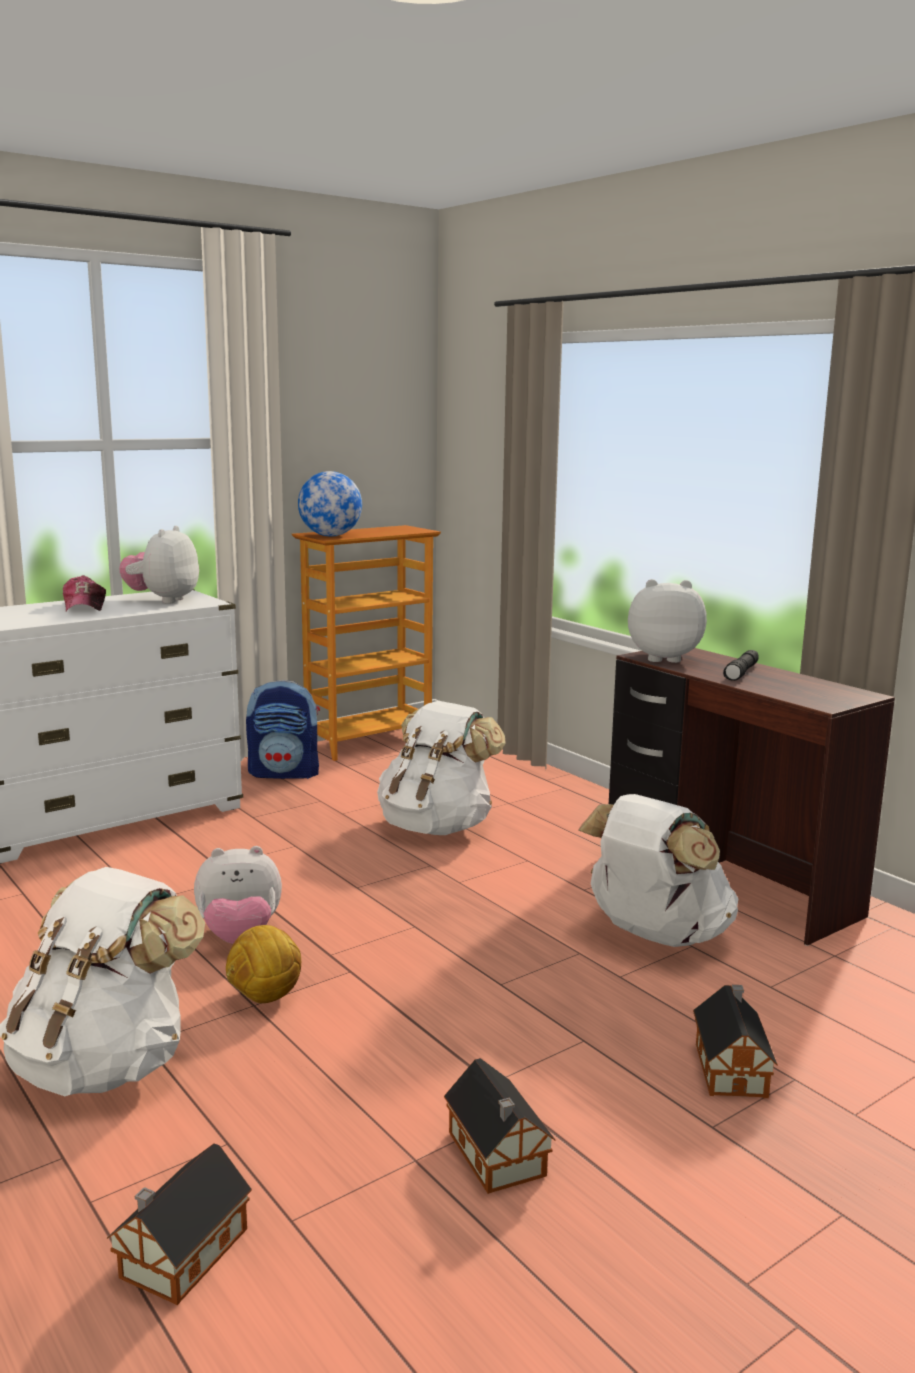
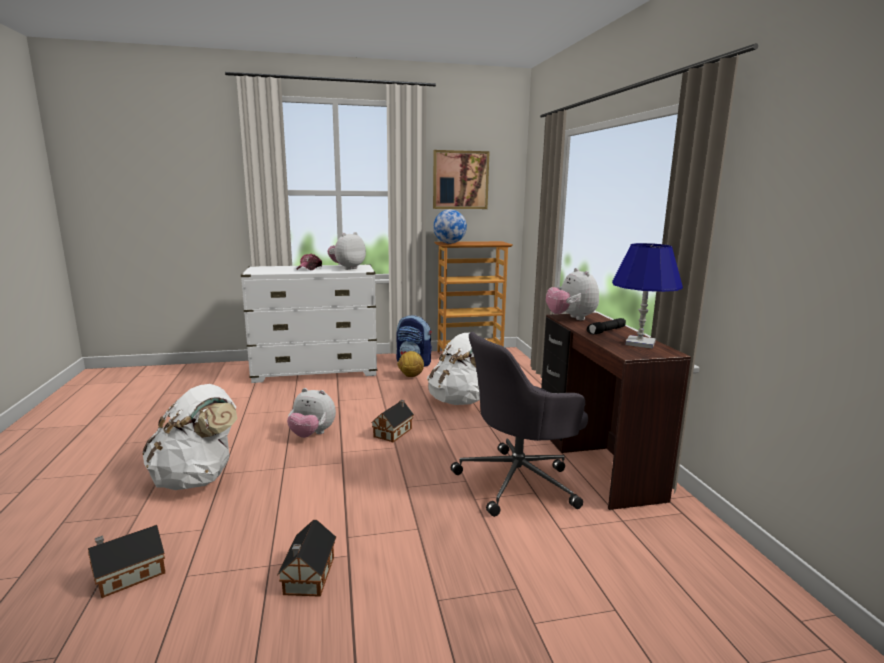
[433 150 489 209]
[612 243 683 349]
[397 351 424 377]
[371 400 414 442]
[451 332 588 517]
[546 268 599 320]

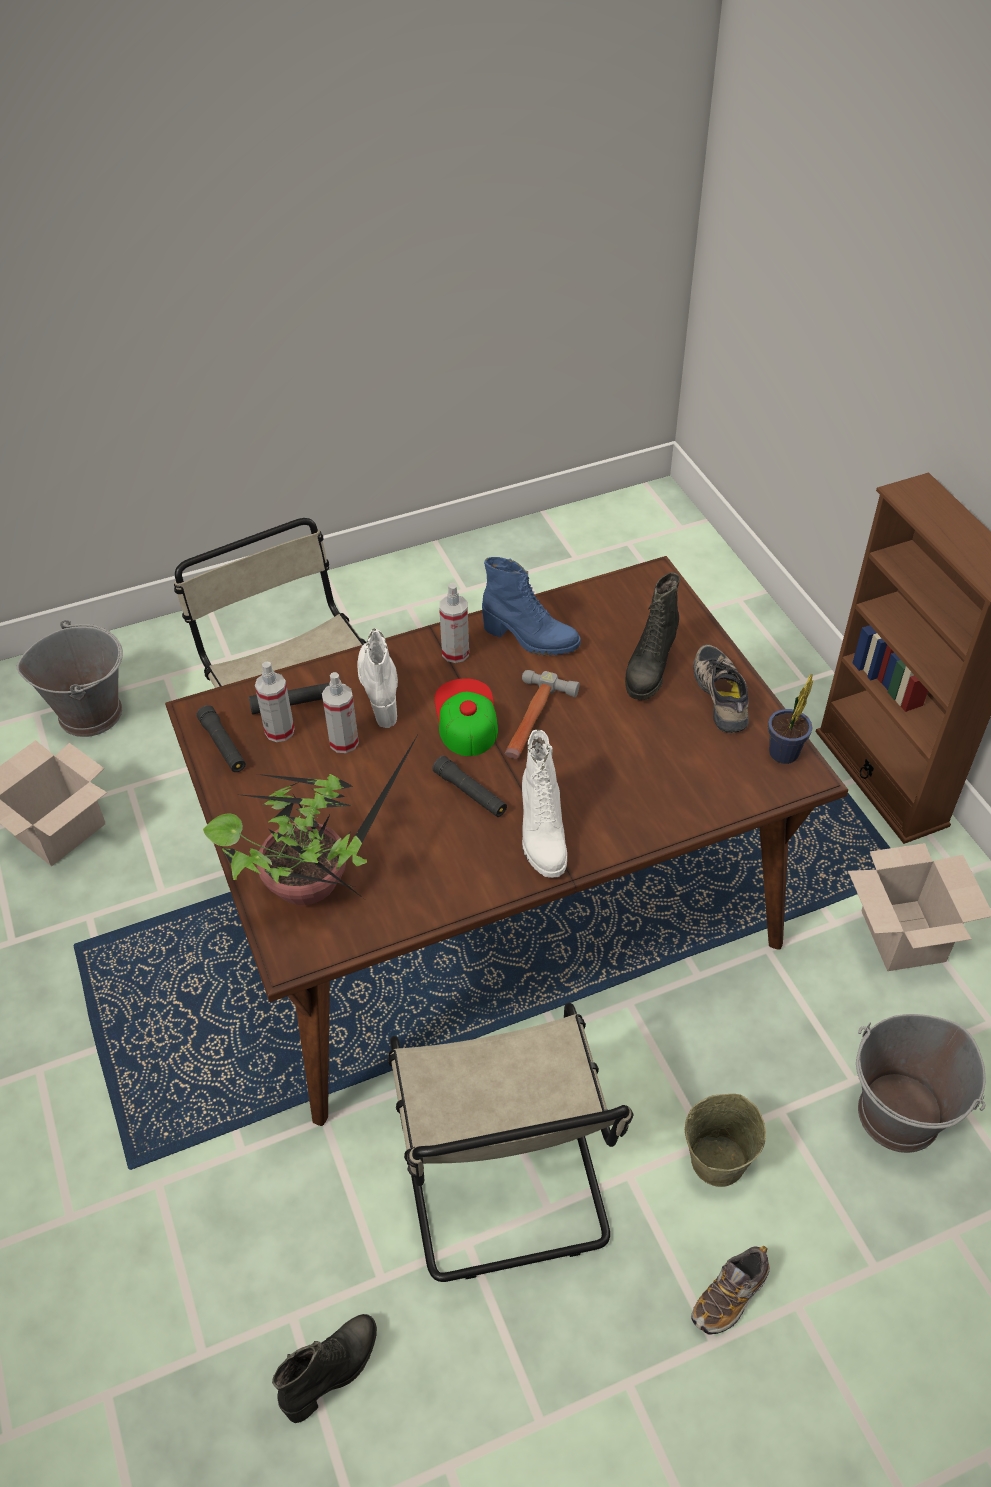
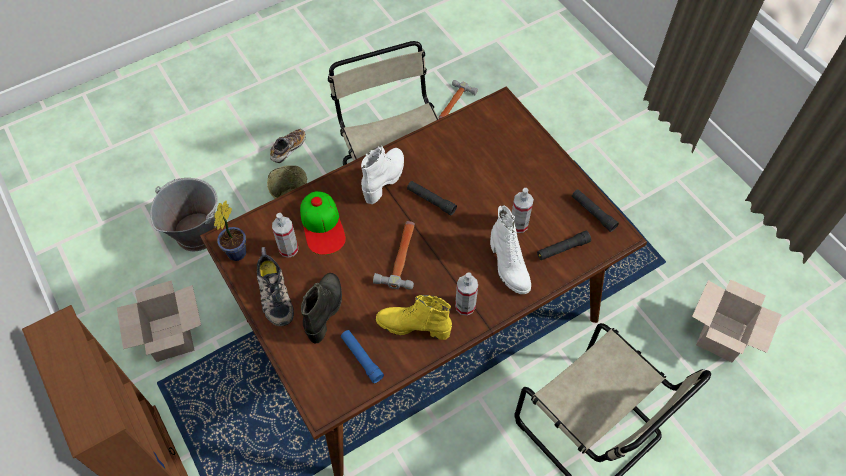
[17 620 123 737] (first image)
[203 733 419 905] (first image)
[341 330 384 383]
[272 213 298 258]
[300 191 346 255]
[438 80 478 119]
[376 295 452 340]
[361 146 404 204]

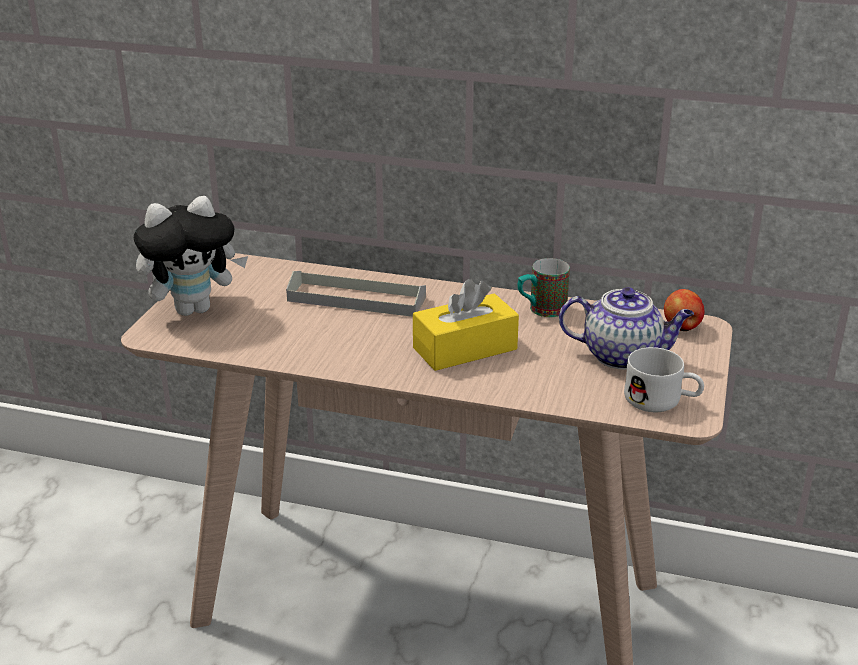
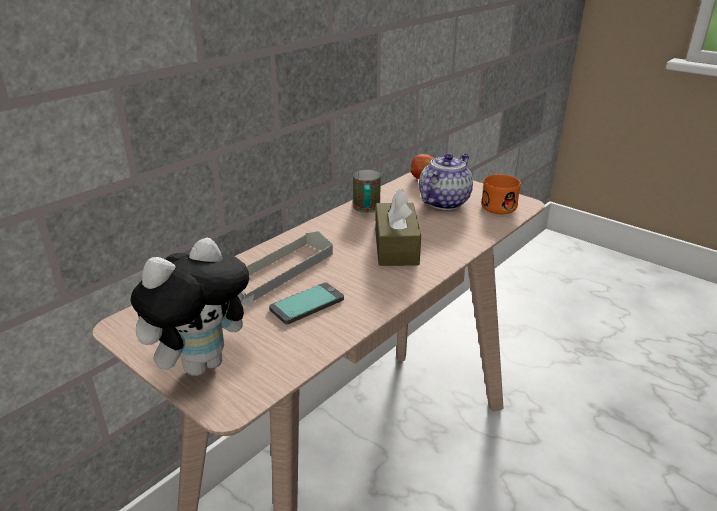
[269 282 344 324]
[375 189 421 266]
[481 174 521 214]
[130 238 254 376]

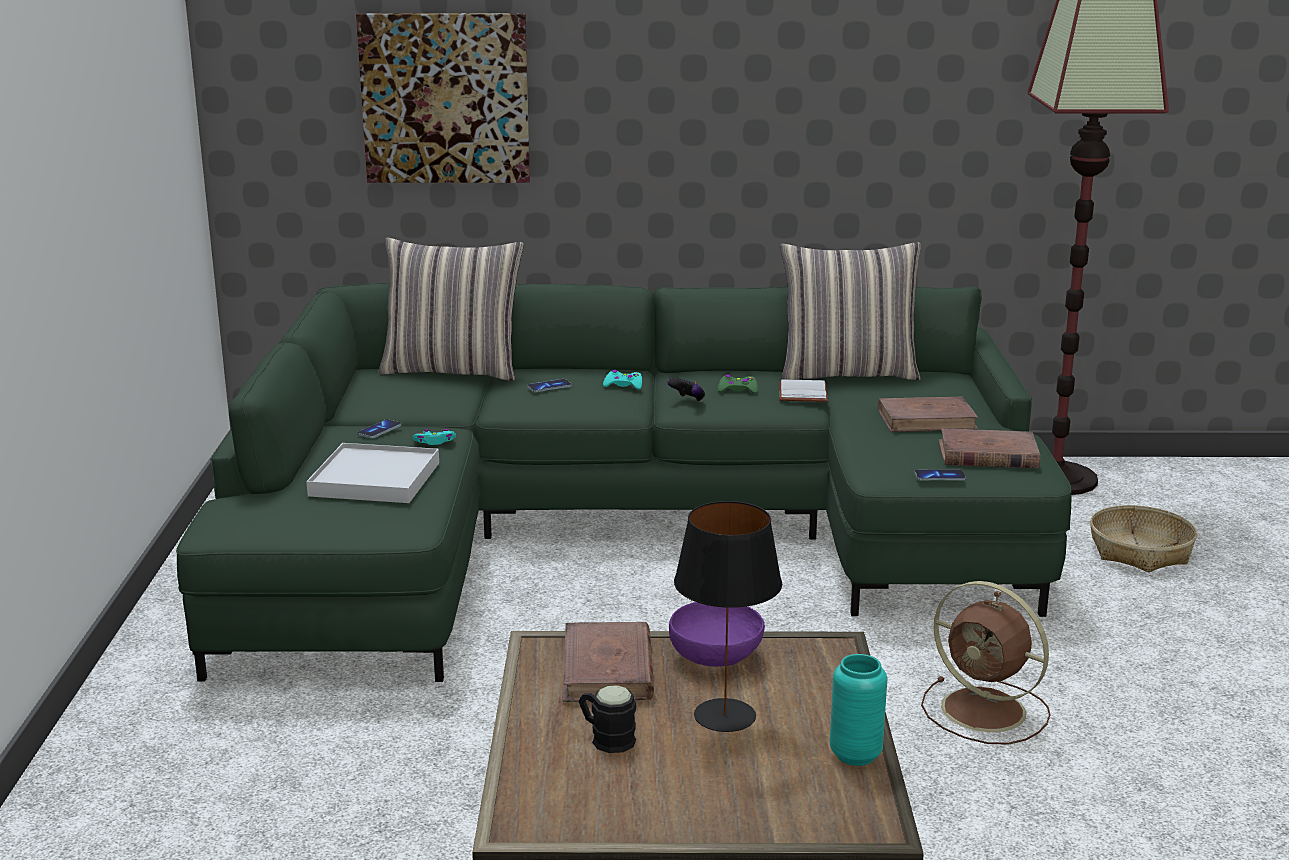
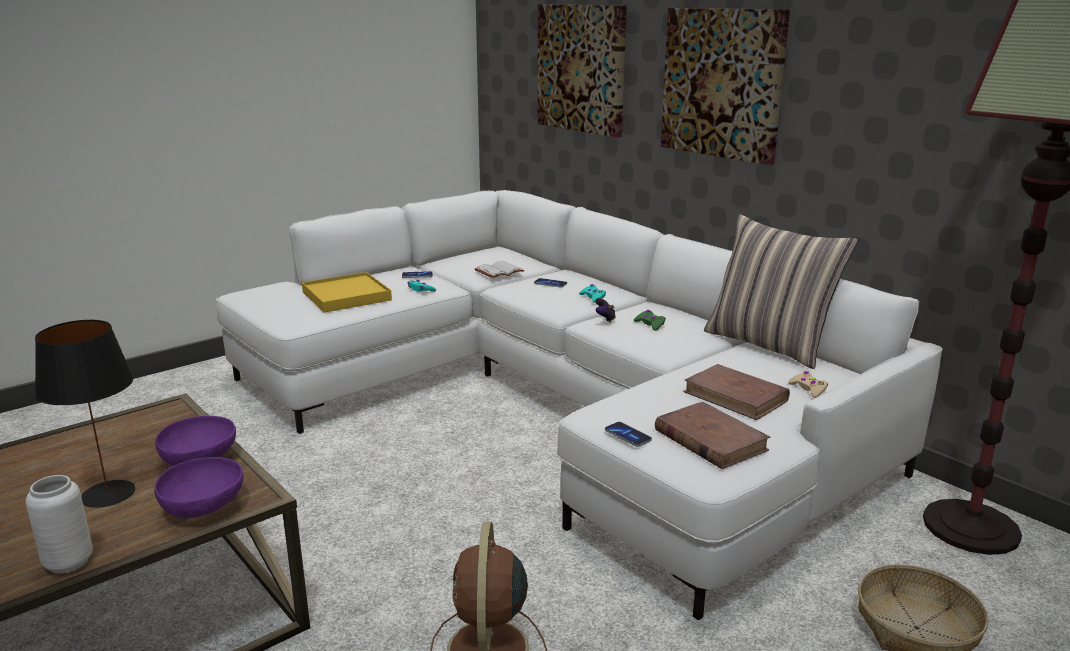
[379 238 524 381] (first image)
[562 622 654 702] (first image)
[578 685 636 753] (first image)
[154 457 243 518]
[661 8 790 165]
[788 371 828 398]
[475 261 524 278]
[216 190 943 620]
[302 272 392 313]
[26 475 93 574]

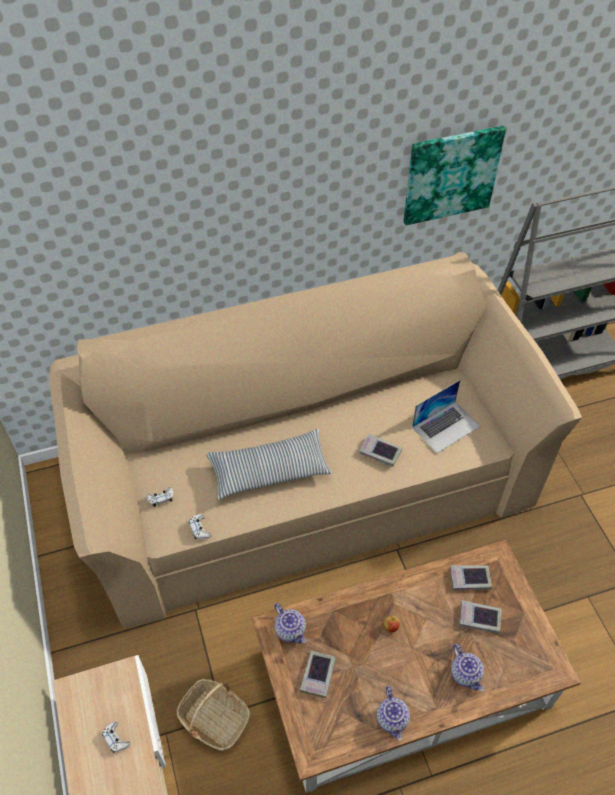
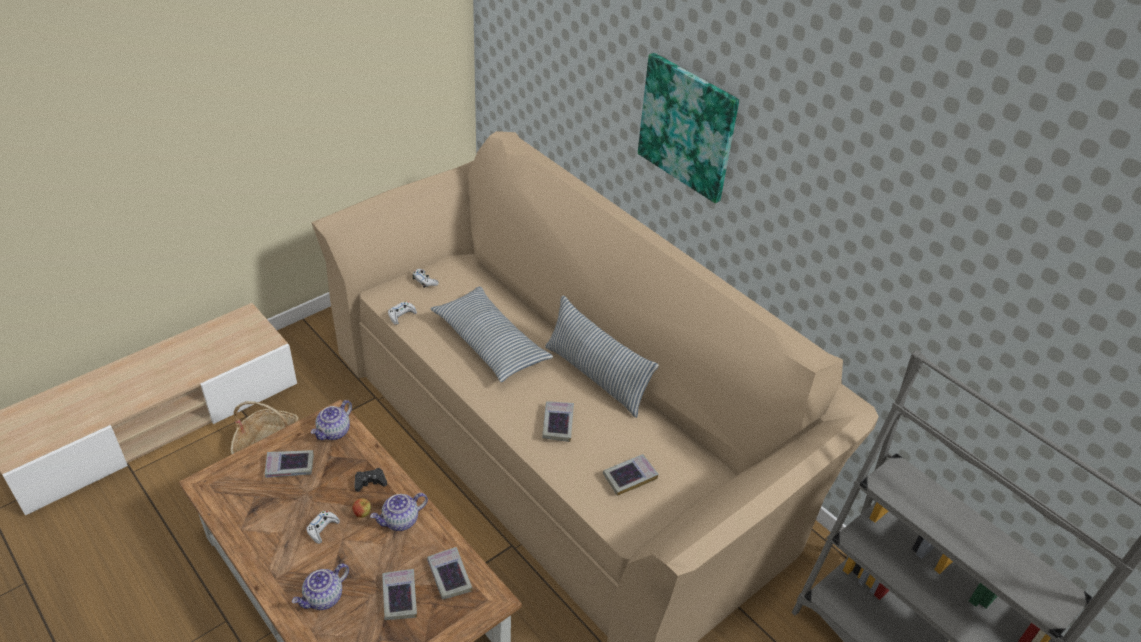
[354 468 387 492]
[545 295 659 418]
[306 511 340 544]
[370 493 428 531]
[638 53 739 203]
[603 454 659 496]

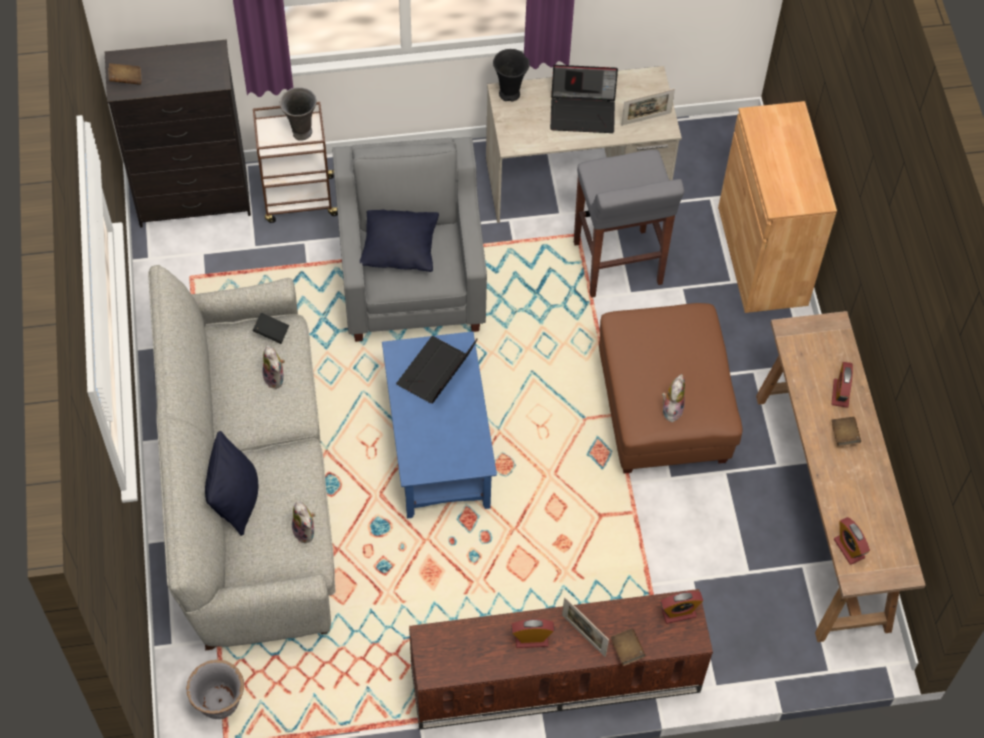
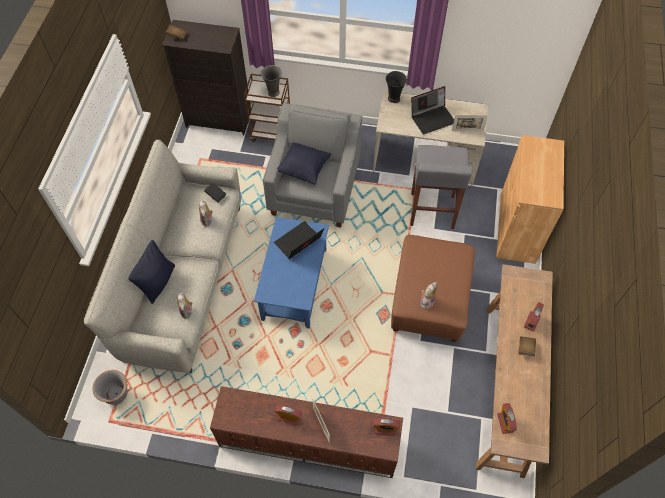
[610 629 646 666] (first image)
[411 86 454 135]

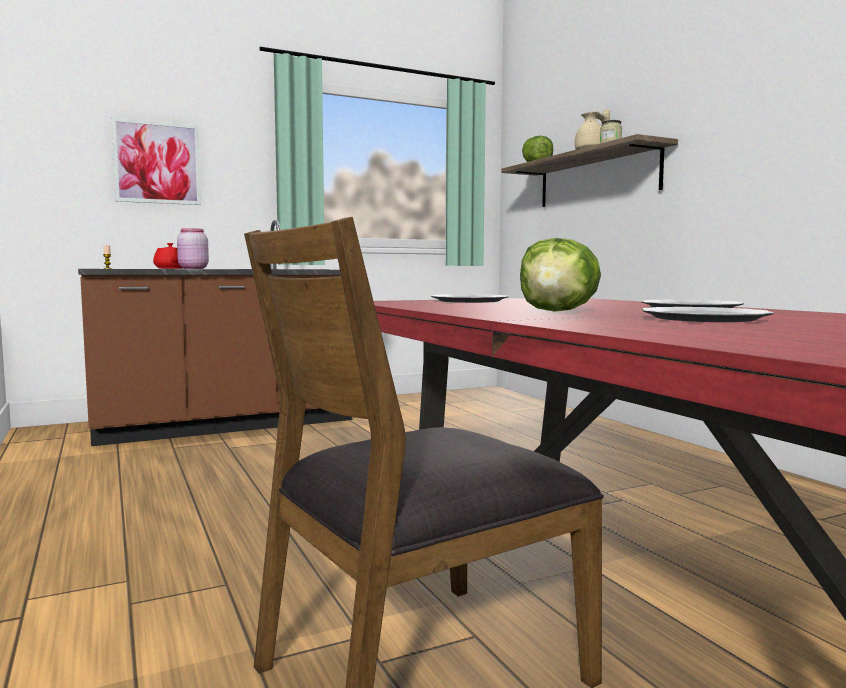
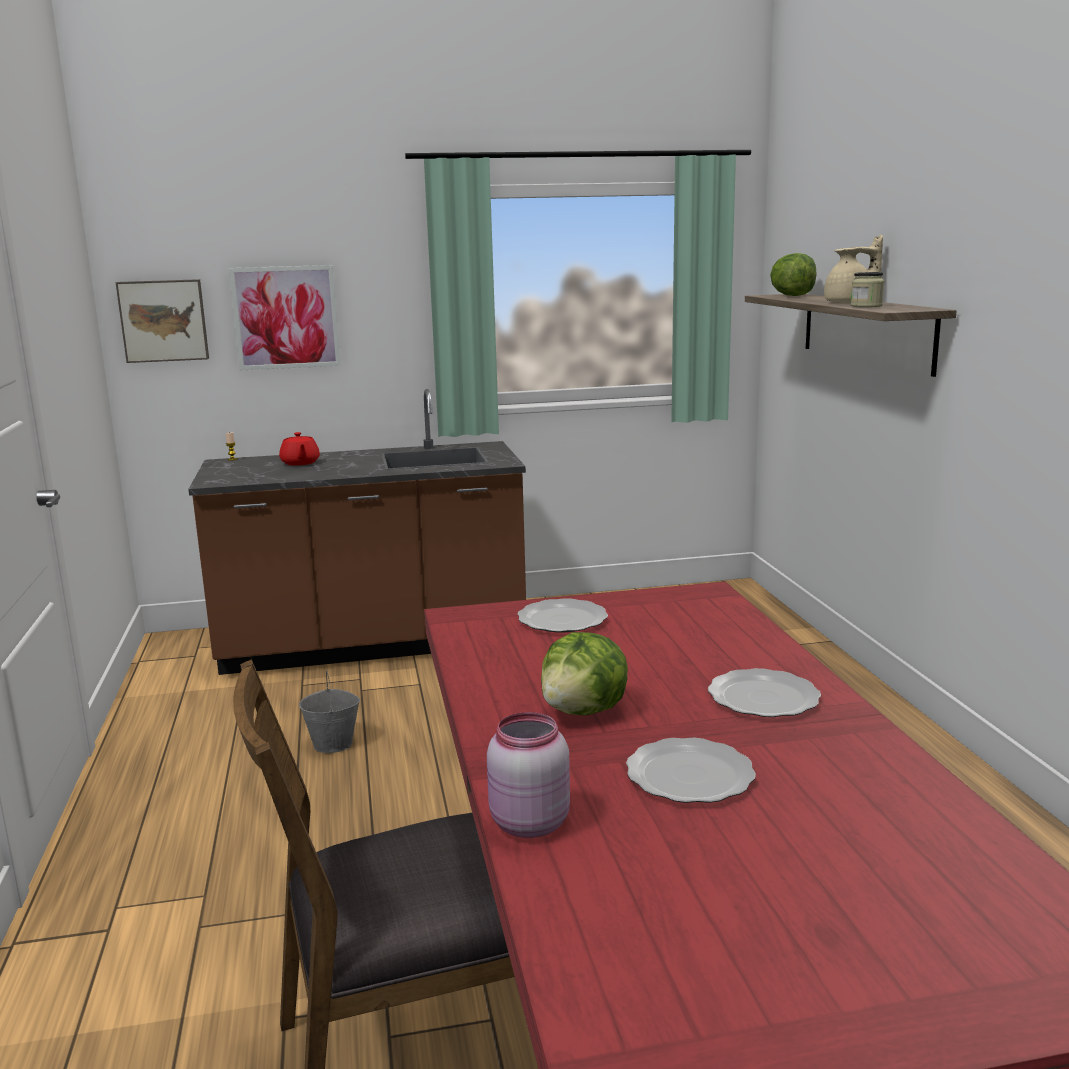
[116 279 209 363]
[299 670 361 753]
[487 712 570 838]

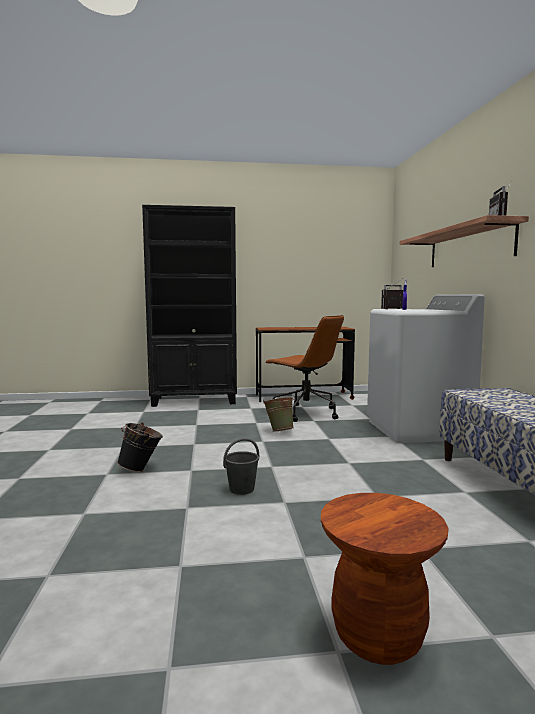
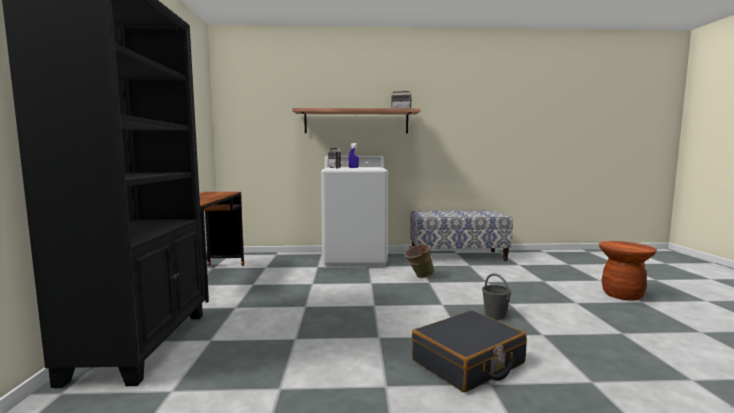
[265 315 344 422] (first image)
[404 244 434 278]
[412 310 527 392]

